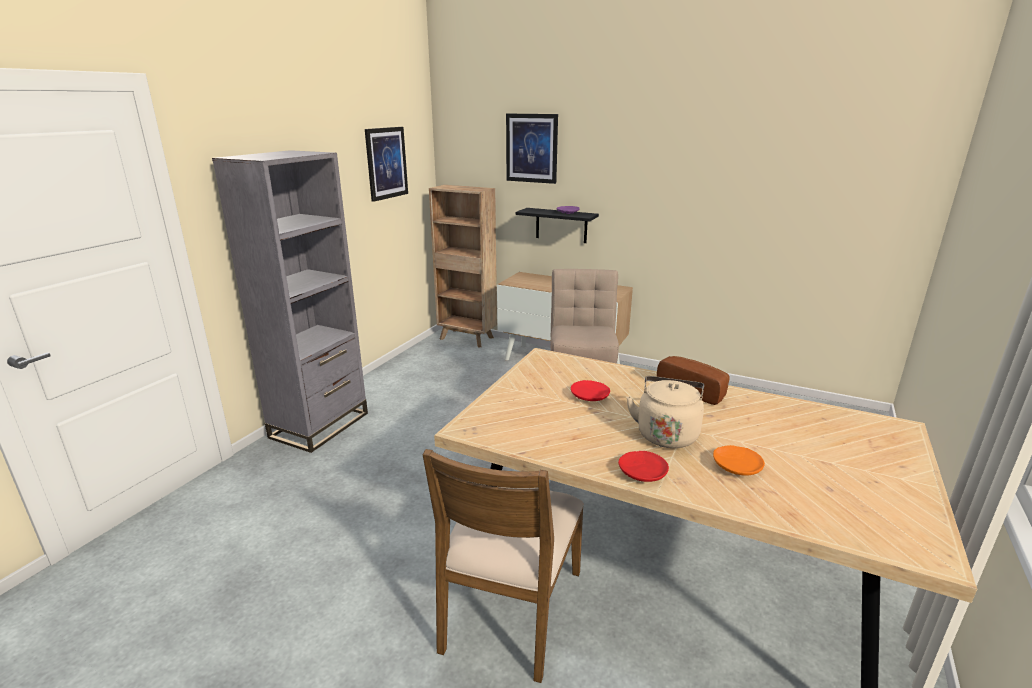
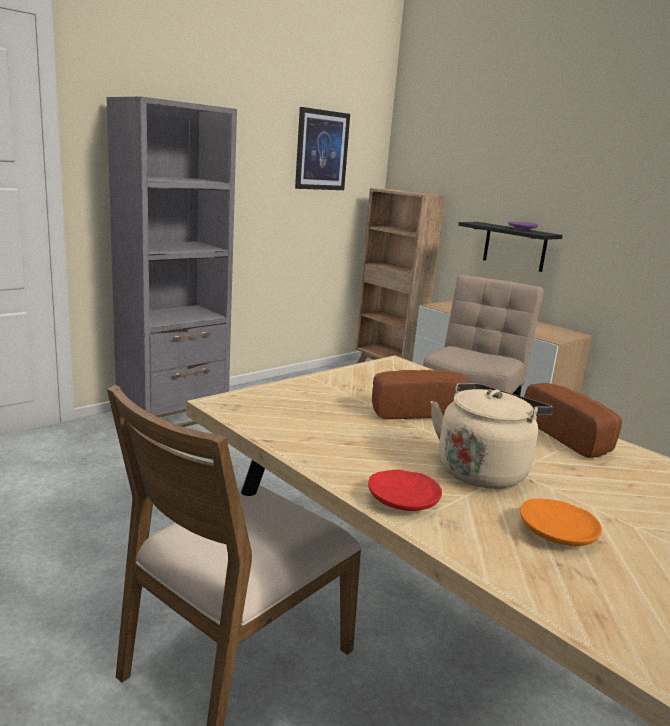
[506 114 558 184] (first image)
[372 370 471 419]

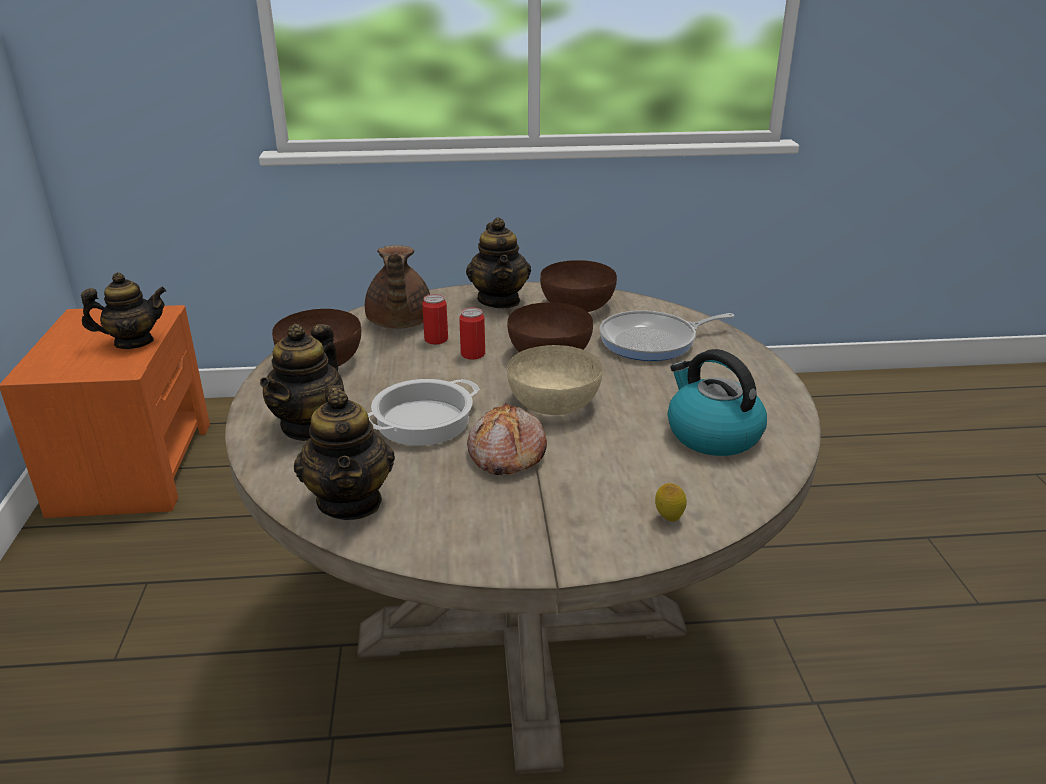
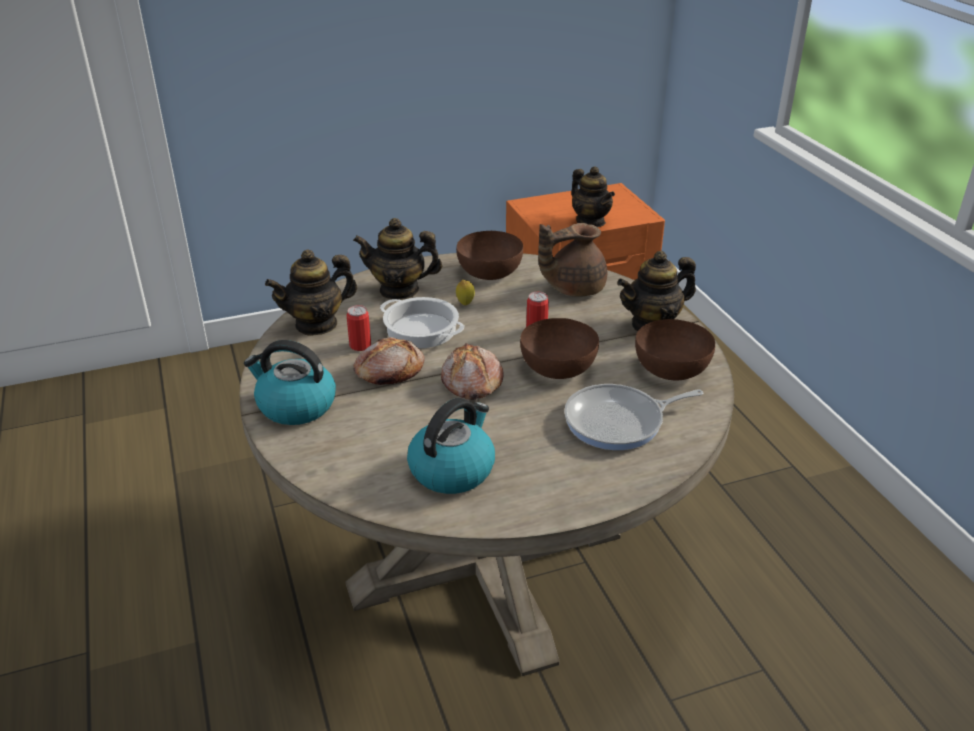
[244 340 336 425]
[347 305 371 351]
[456 280 475 305]
[441 343 504 400]
[564 384 704 450]

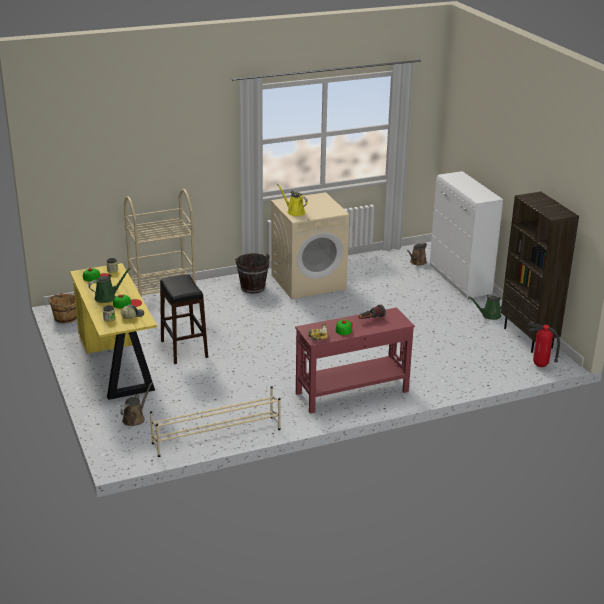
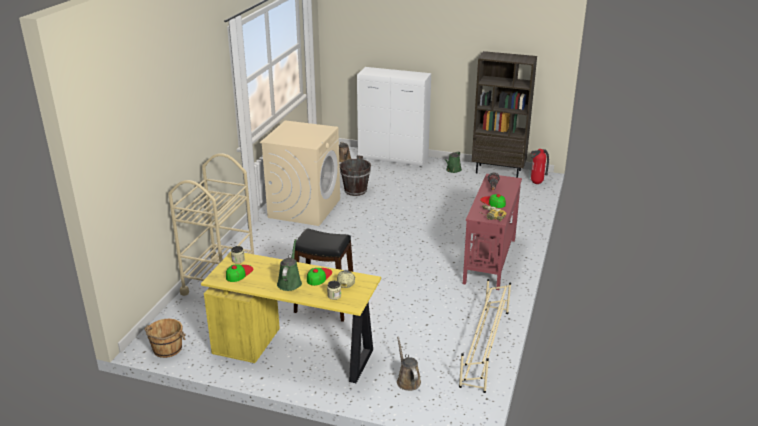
[277 184 308 216] (first image)
[340 155 371 196]

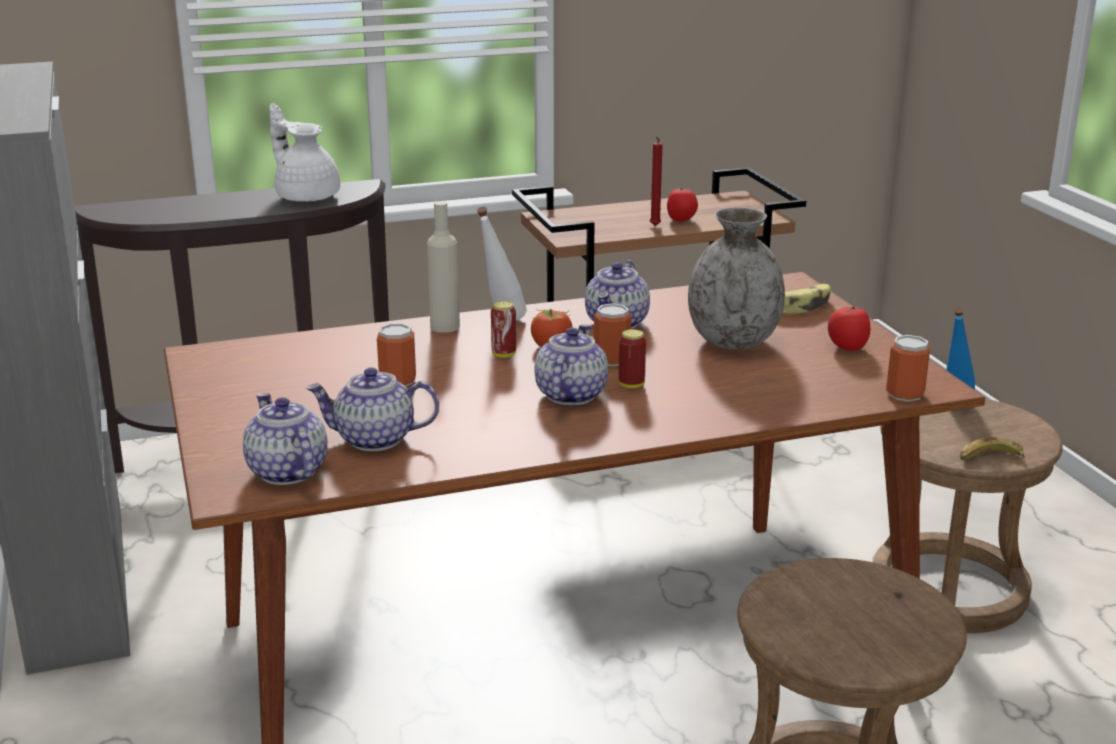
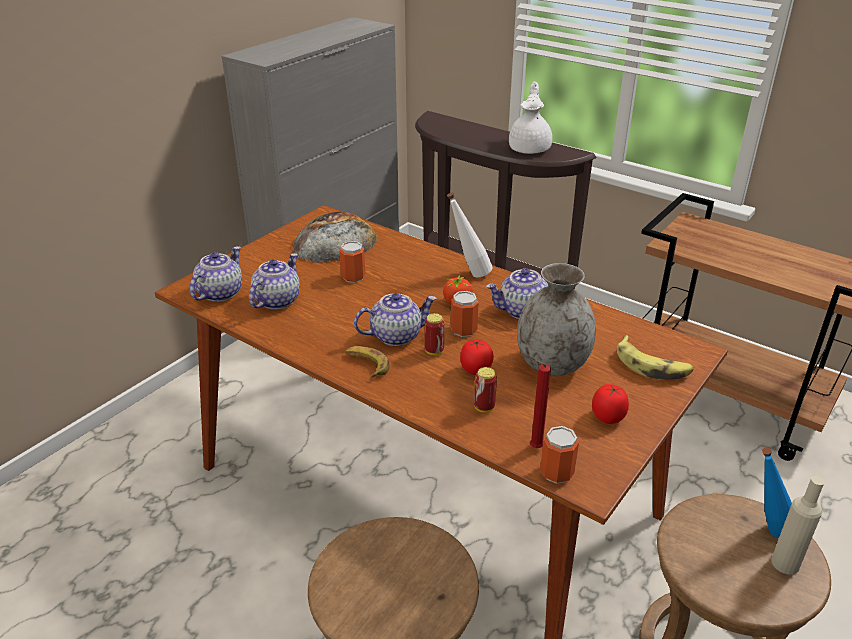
[293 211 378 263]
[771 476 825 574]
[474 367 497 413]
[530 360 551 448]
[460 339 494 375]
[345 346 390 377]
[249 253 300 309]

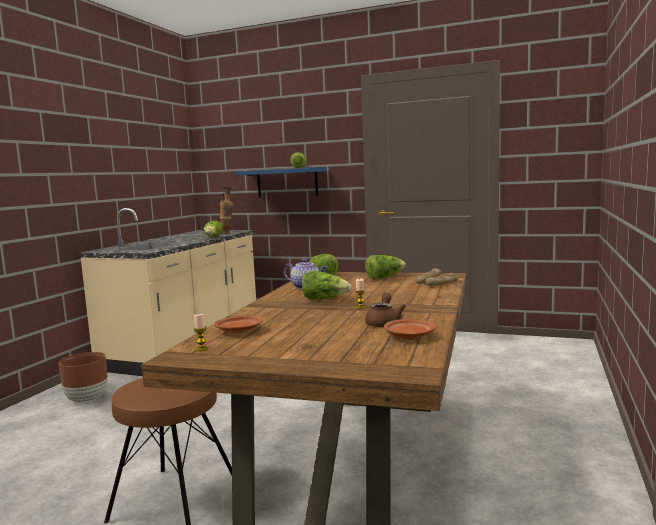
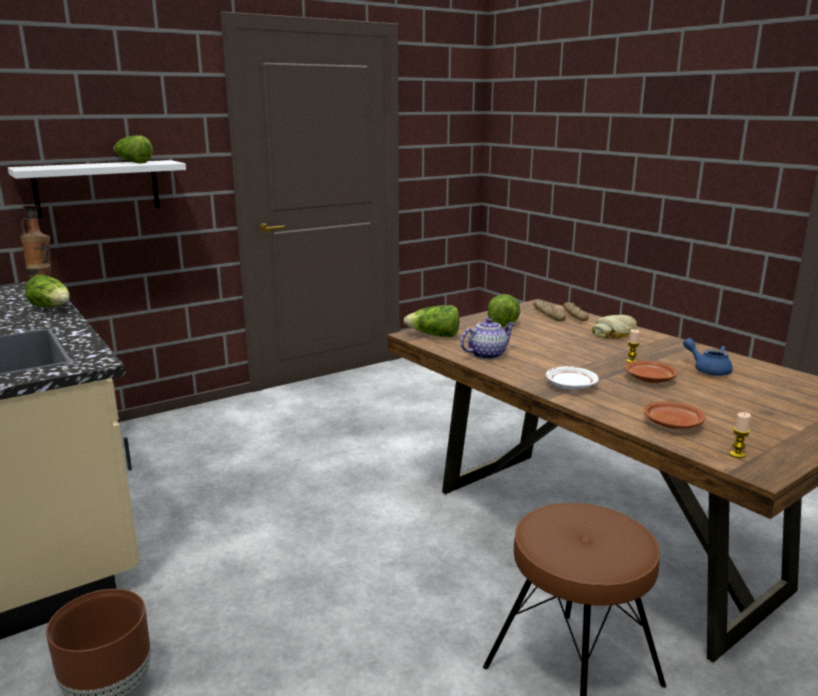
[302 271 352 300] (first image)
[546 366 599 390]
[592 315 637 339]
[625 360 677 383]
[8 160 186 217]
[683 338 733 376]

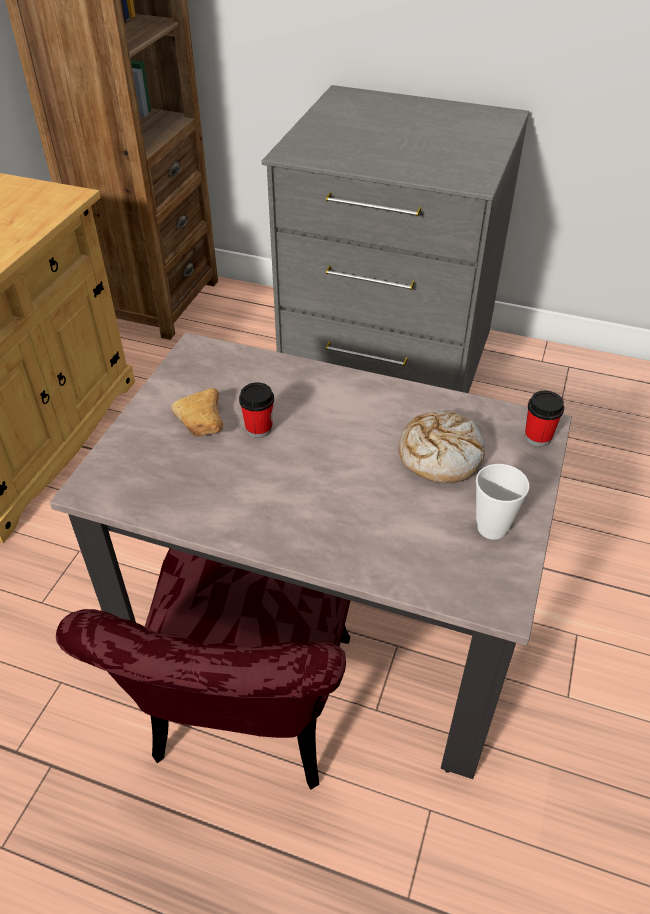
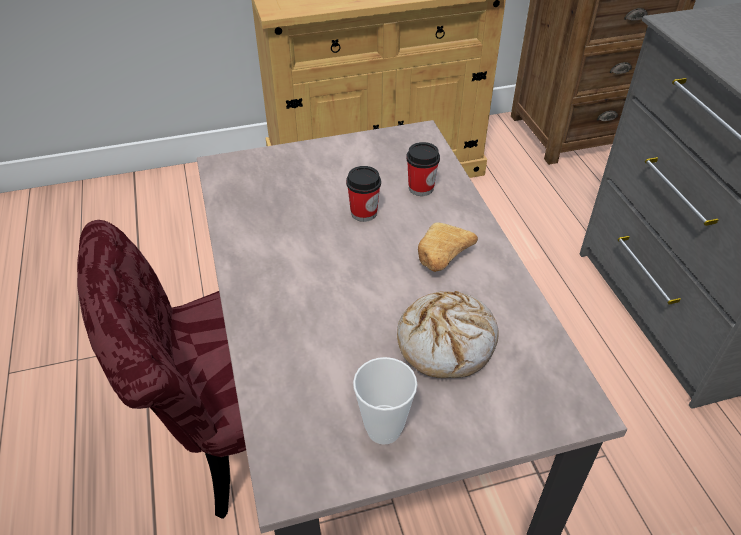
[418 223 478 272]
[406 142 440 196]

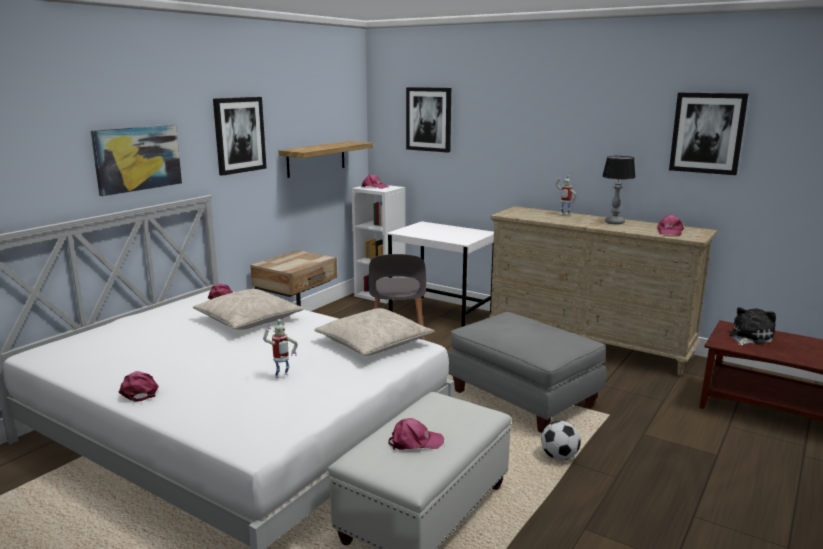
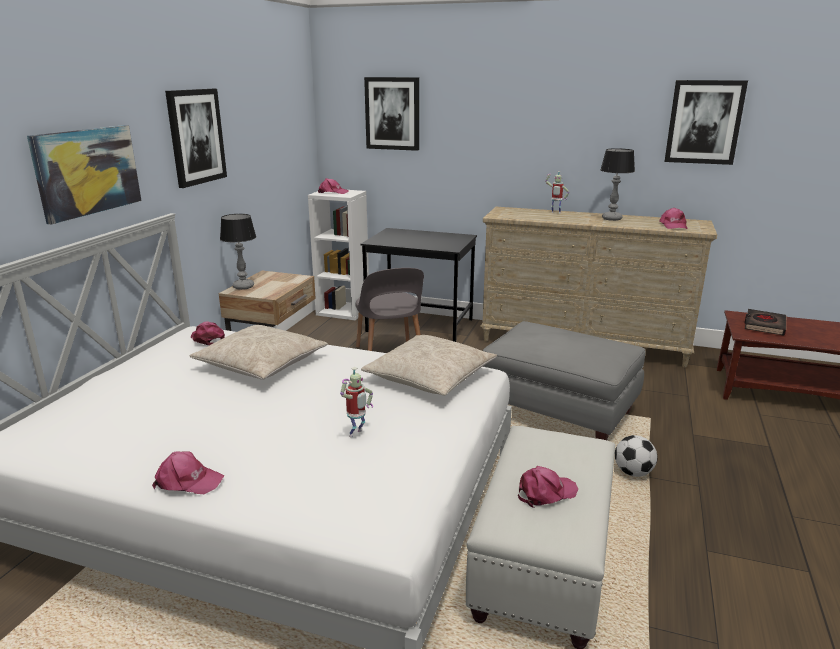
[278 141 373 178] (first image)
[220 214 256 290]
[744 309 786 336]
[361 228 477 342]
[152 451 224 494]

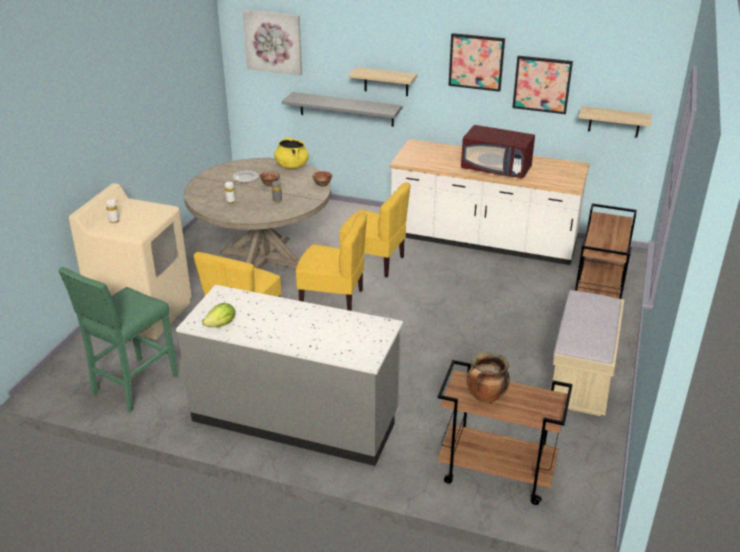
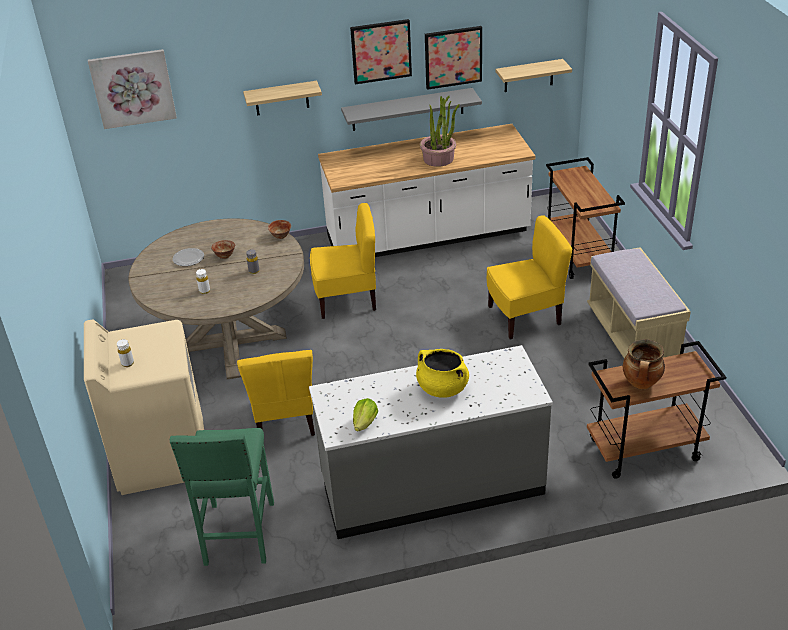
[416 349 469 398]
[341 88 482 131]
[487 215 572 339]
[420 96 460 167]

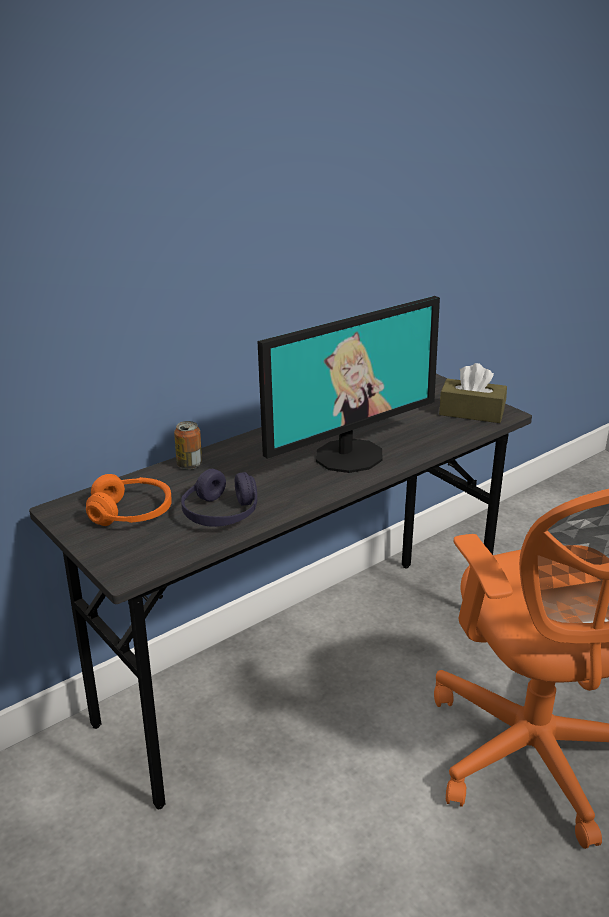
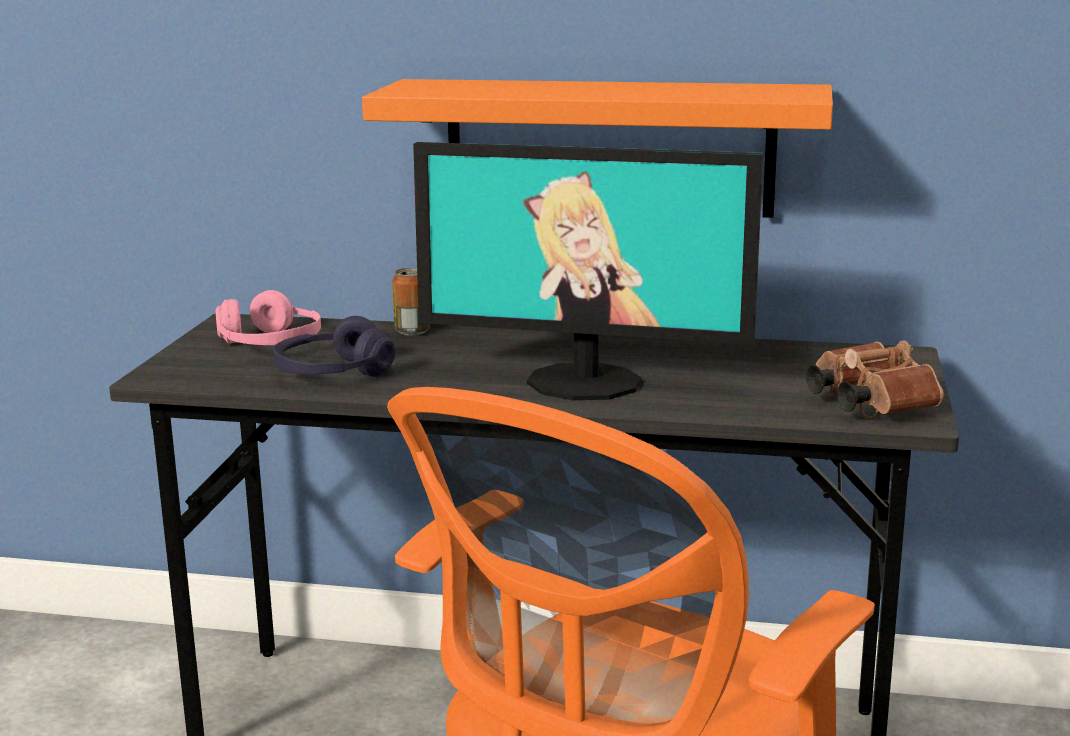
[362 79 833 218]
[806 340 944 419]
[216 290 321 345]

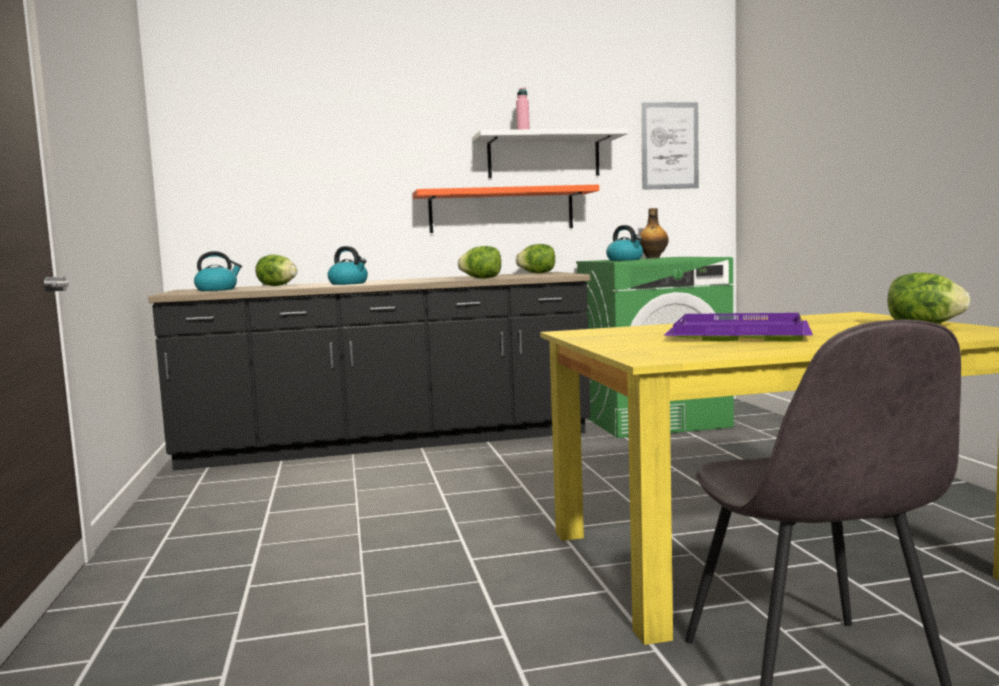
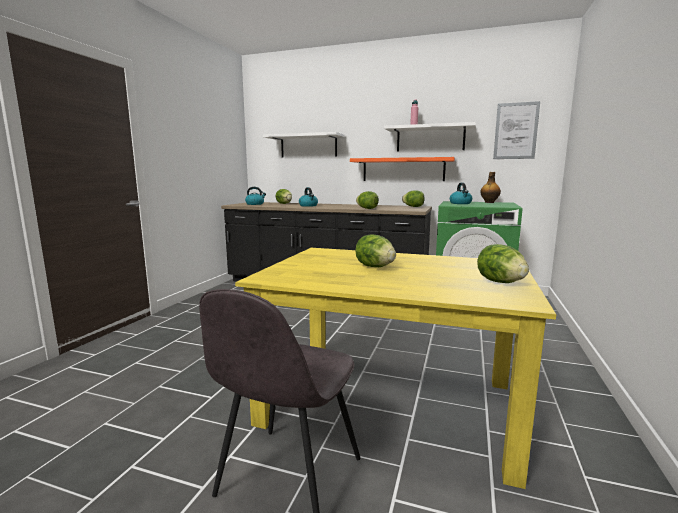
[263 132 345 157]
[355 234 396 267]

